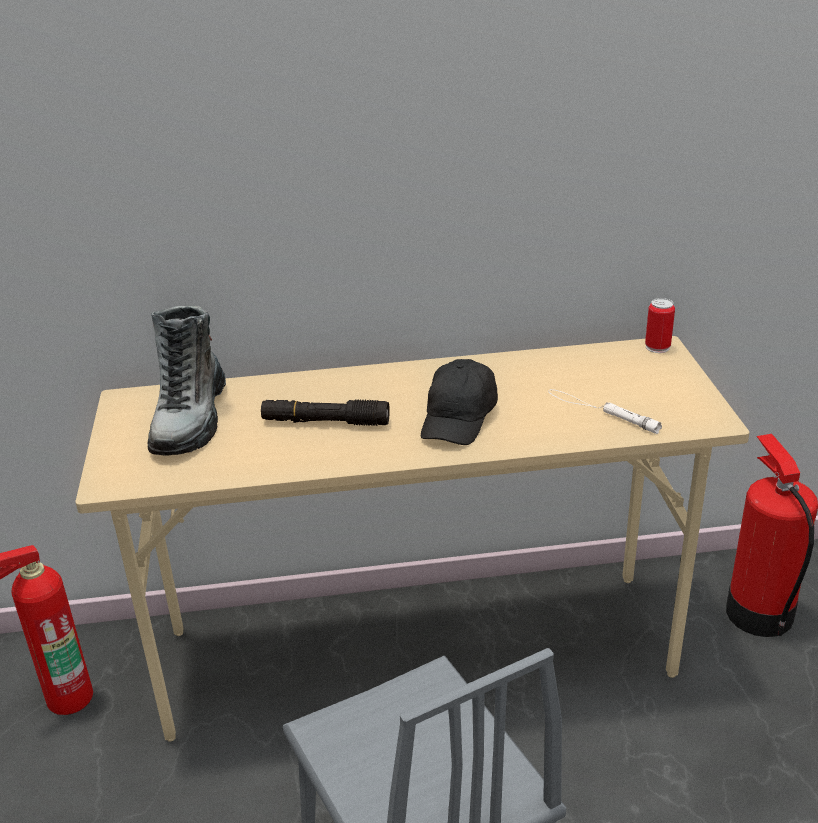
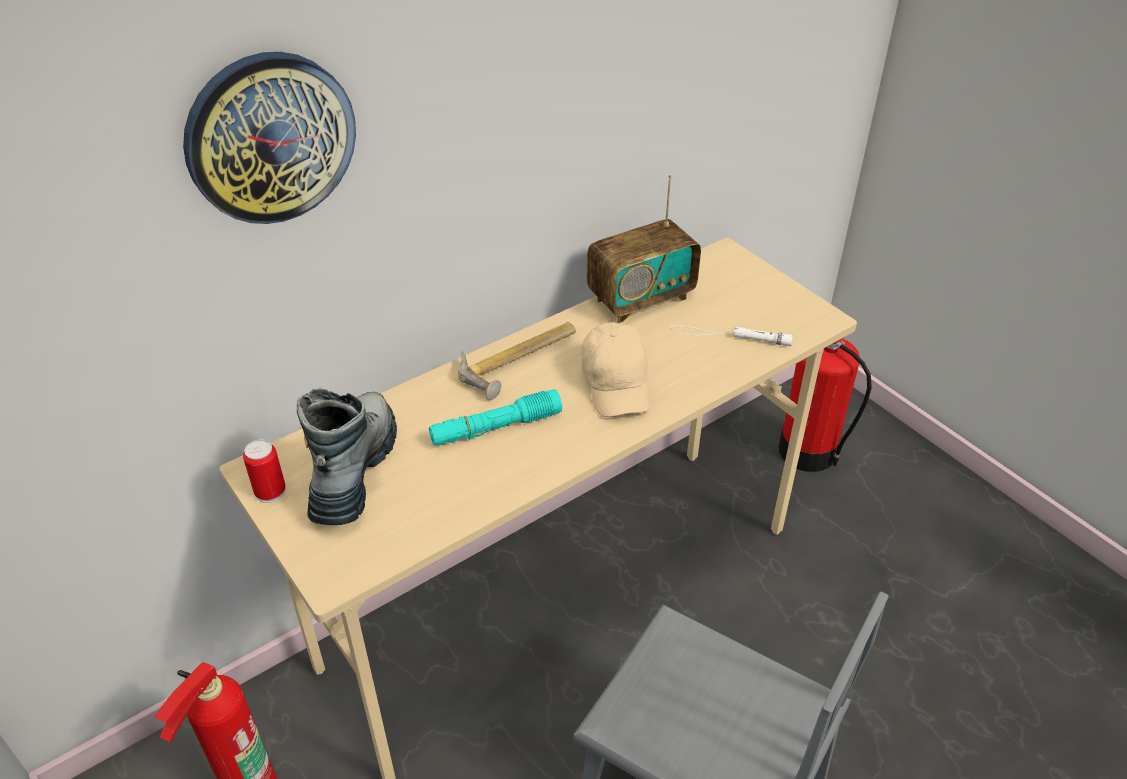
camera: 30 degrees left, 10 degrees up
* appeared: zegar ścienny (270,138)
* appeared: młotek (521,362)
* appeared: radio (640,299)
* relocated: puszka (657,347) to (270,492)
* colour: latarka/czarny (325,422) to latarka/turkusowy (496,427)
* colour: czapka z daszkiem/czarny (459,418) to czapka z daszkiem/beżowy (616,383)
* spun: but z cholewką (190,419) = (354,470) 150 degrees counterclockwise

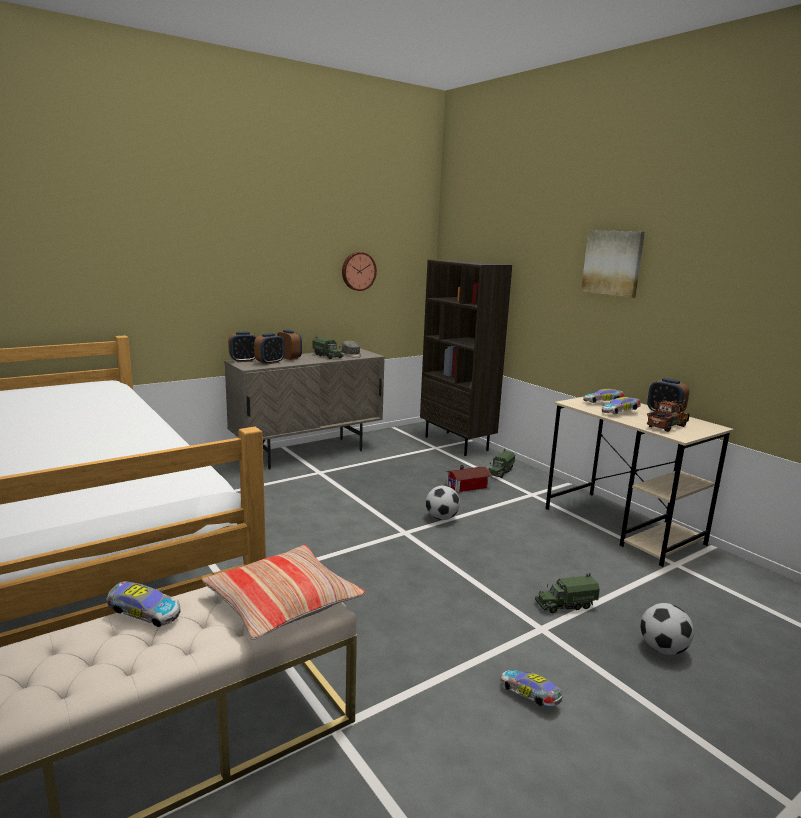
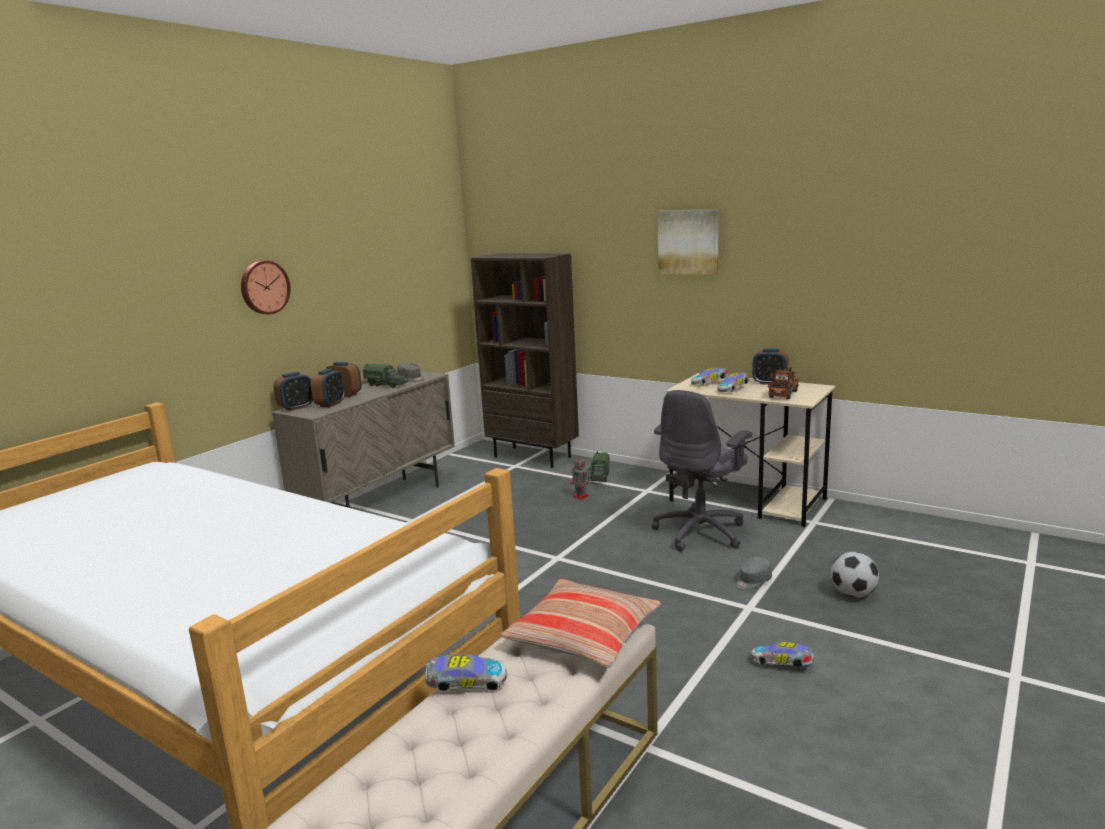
camera: 20 degrees left, 0 degrees up
* missing: piłka futbolowa (441,518)
* appeared: krzesło biurowe/szary (701,532)
* relocated: zegar ścienny (358,271) to (264,287)
* exchanged: domek (469,486) to robot zabawkowy (581,497)
* exchanged: ciężarówka zabawkowa (565,604) to czapka z daszkiem/szary (752,581)

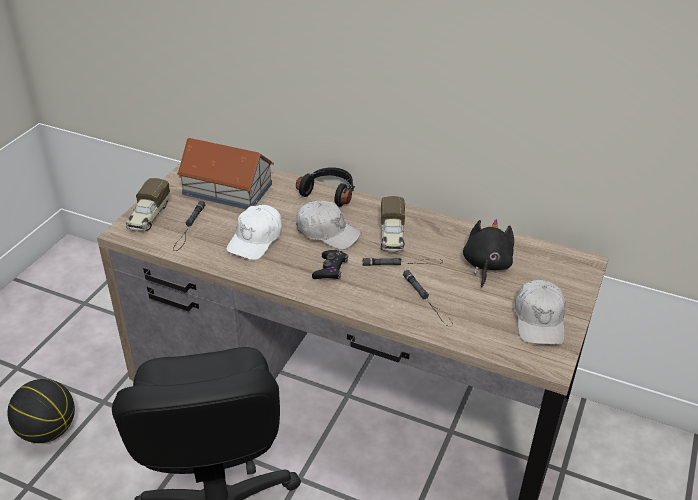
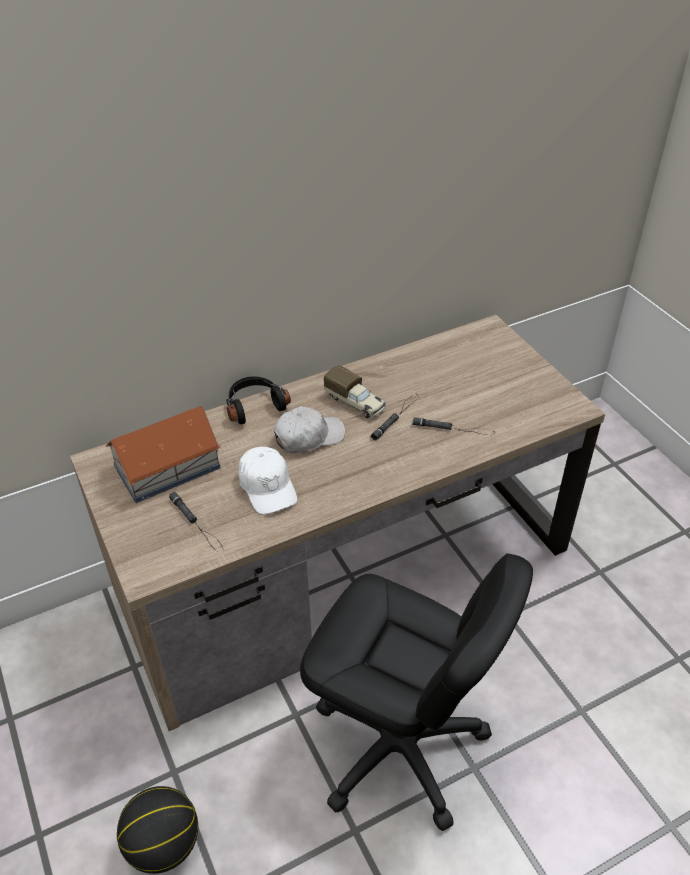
camera: 50 degrees left, 5 degrees up
* missing: ciężarówka zabawkowa (148,216)
* missing: pad do gier/czarny (330,269)
* missing: pluszak/czarny (486,265)
* missing: czapka z daszkiem/biały (539,320)

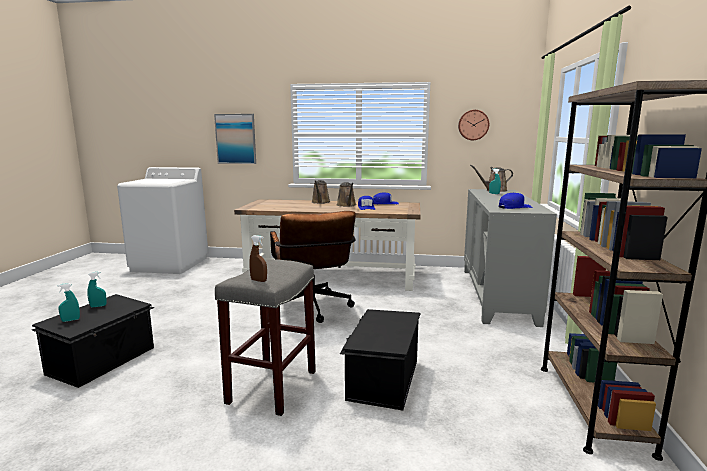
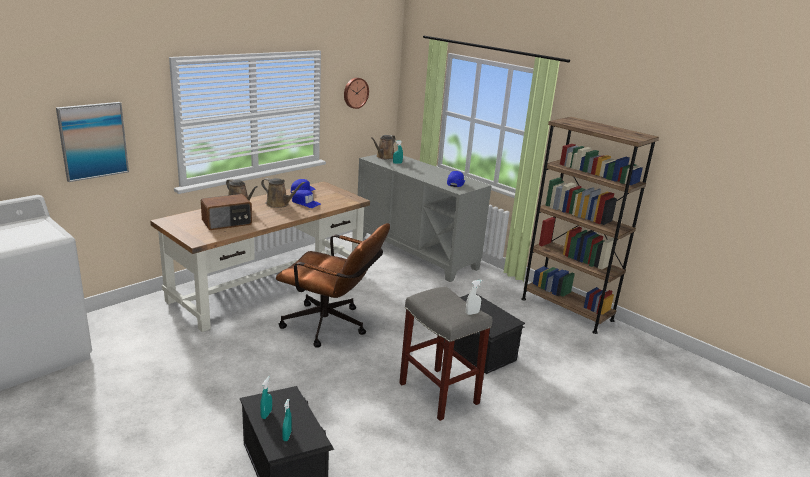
camera: 55 degrees left, 10 degrees up
* appeared: radio (227,223)
* colour: spryskiwacz/brązowy (259,280) to spryskiwacz/biały (472,313)

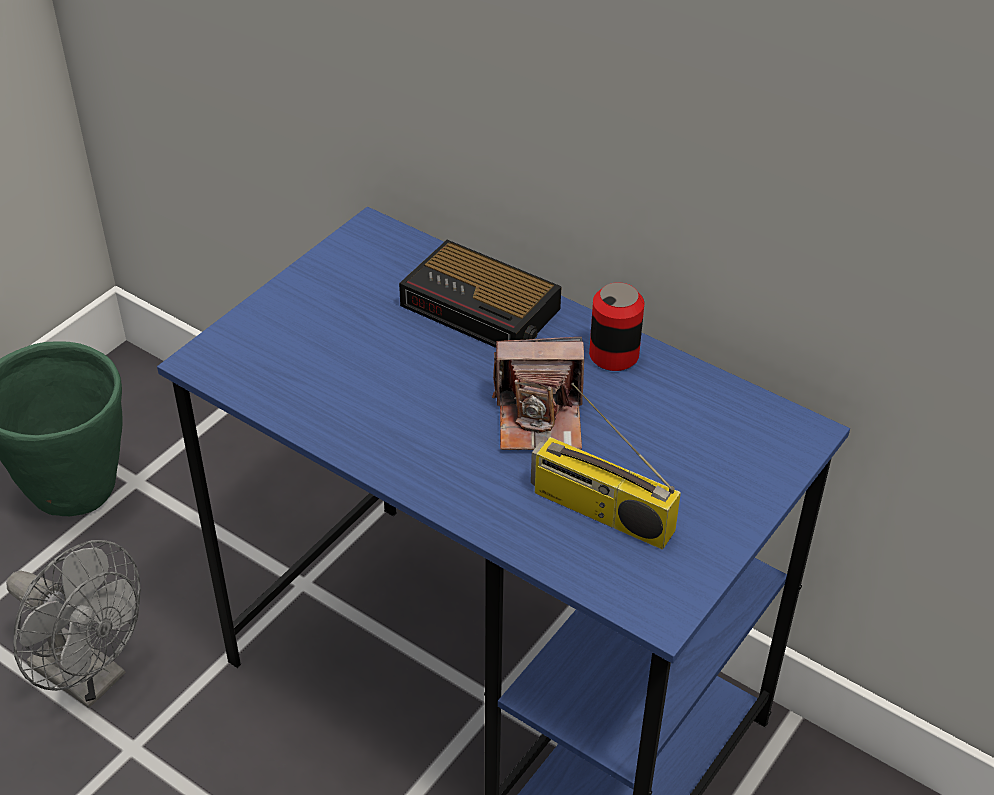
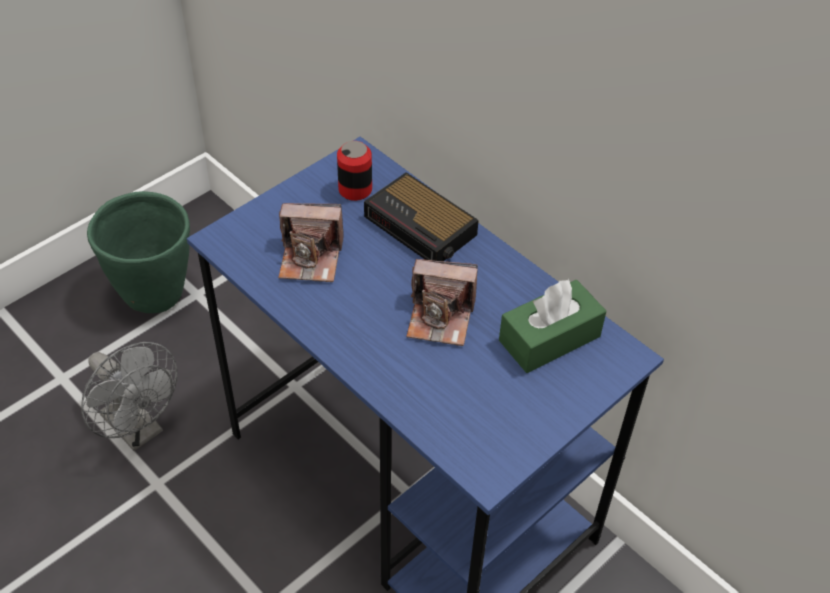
camera: 10 degrees right, 5 degrees up
* missing: radio (599,512)
* appeared: aparat fotograficzny (311,258)
* appeared: pudełko chusteczek/zielony (549,338)
* relocated: puszka (614,355) to (355,189)

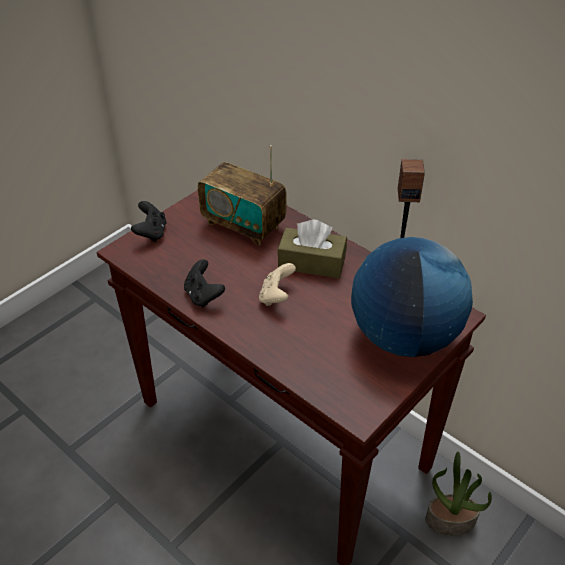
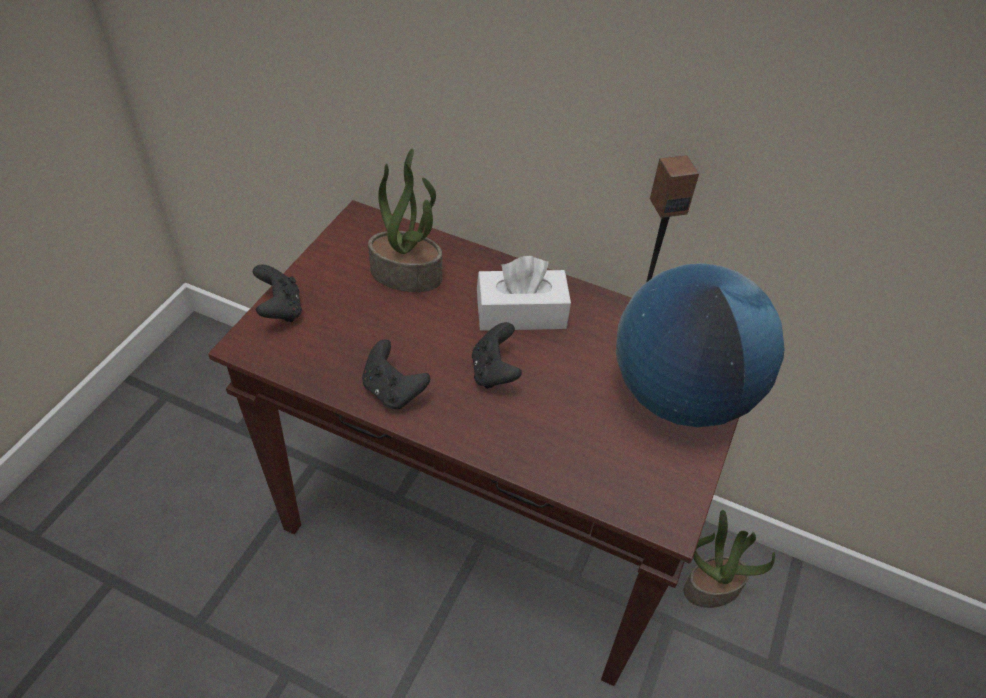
camera: 20 degrees left, 5 degrees up
* exchanged: radio (243,225) to roślina doniczkowa (407,274)
* colour: pad do gier/beżowy (276,296) to pad do gier/czarny (494,372)
* colour: pudełko chusteczek/brązowy (311,263) to pudełko chusteczek/biały (521,313)

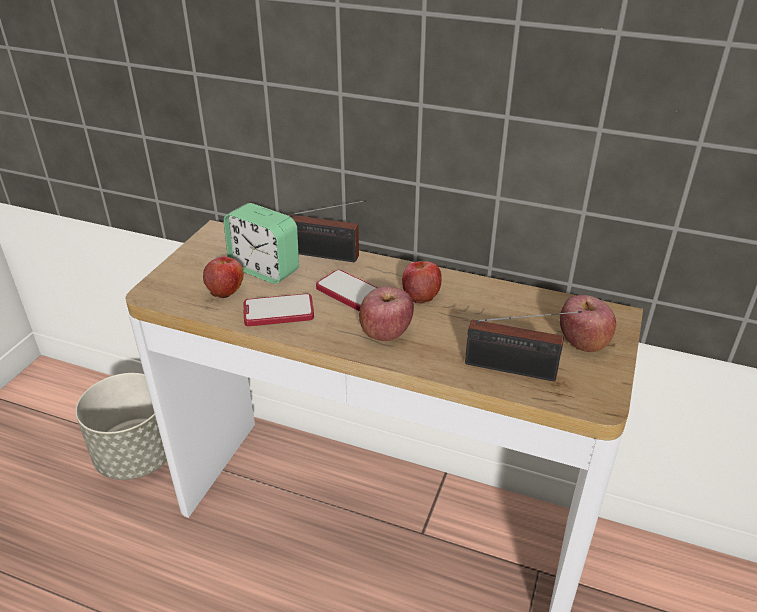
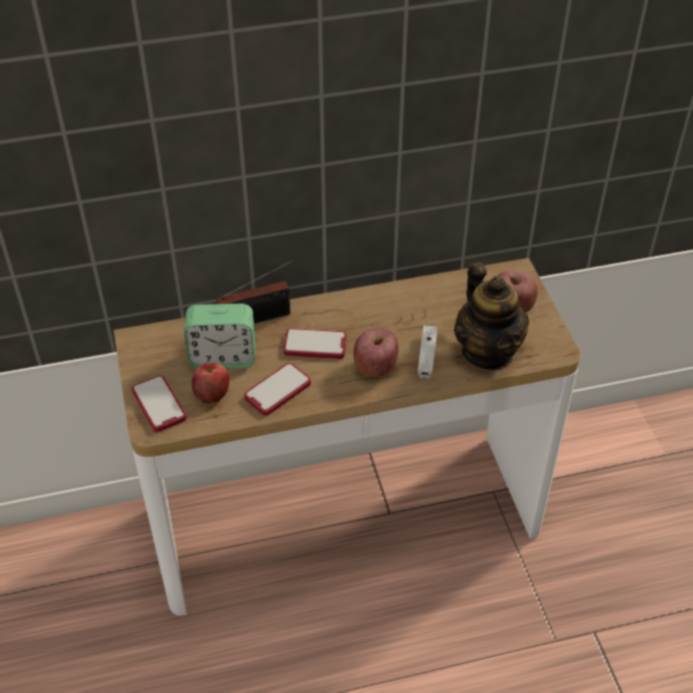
camera: 35 degrees left, 10 degrees up
* missing: donica/szary (137,455)
* missing: jabłko (420,294)
* appeared: telefon (159,405)
* appeared: pad do gier/biały (427,356)
* exchanged: radio (515,370) to imbryk (488,351)

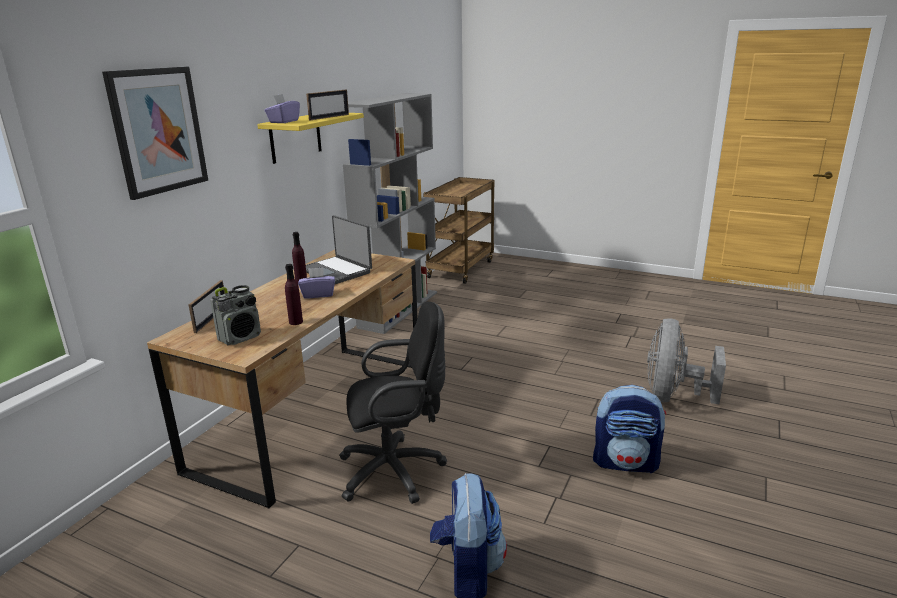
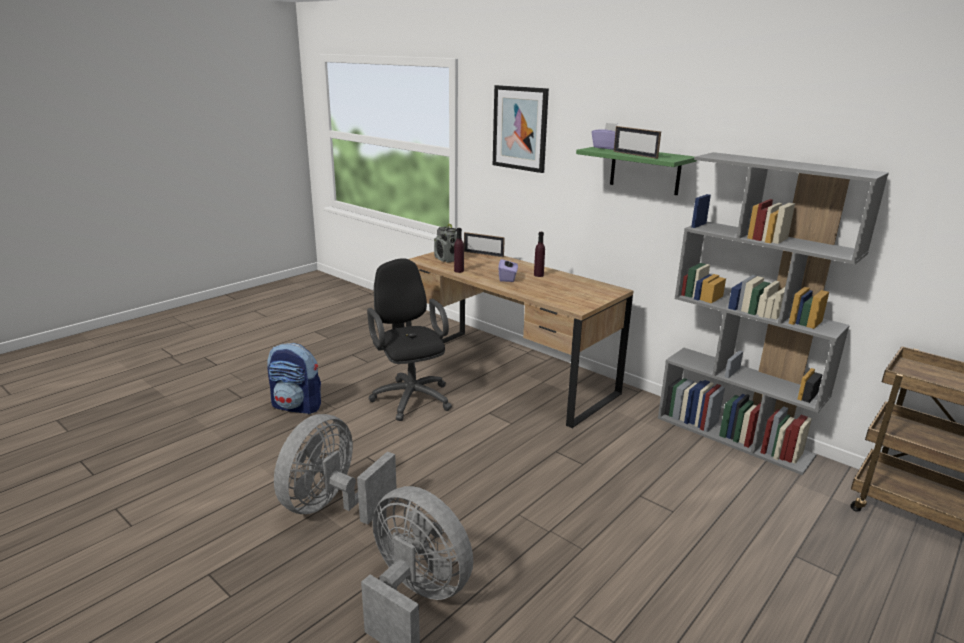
camera: 105 degrees right, 0 degrees up
* missing: laptop (337,271)
* exchanged: plecak (626,462) to wentylator/szary (332,506)
* colour: półka/żółty (295,137) to półka/zielony (645,170)
* spun: krzesło biurowe/czarny (397,471) = (410,396) 150 degrees clockwise

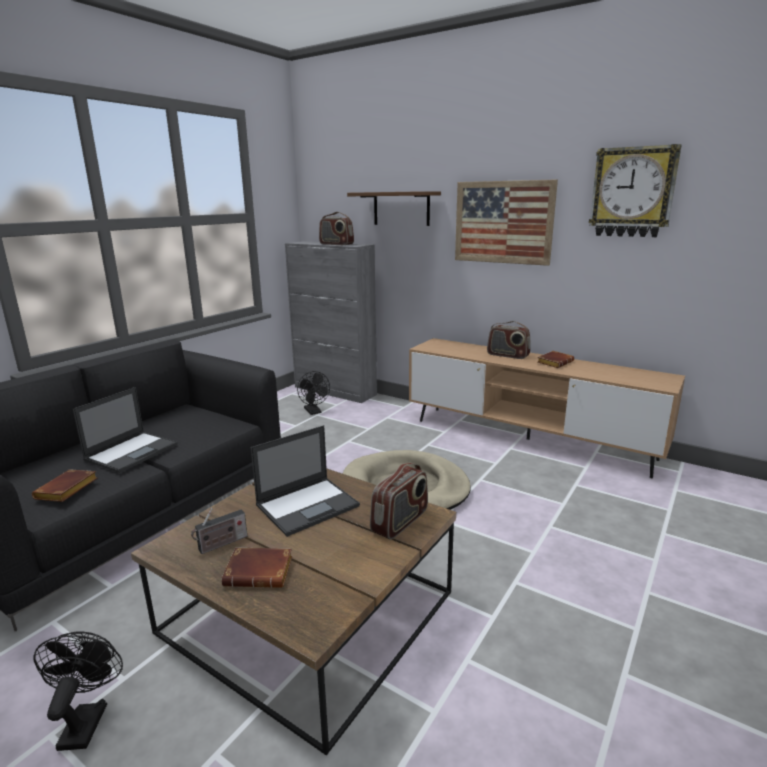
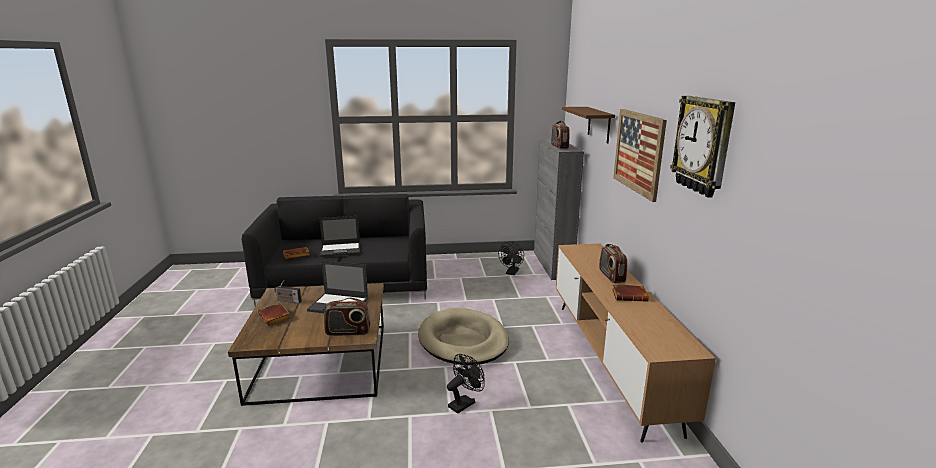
camera: 50 degrees right, 0 degrees up
* relocated: wentylator/czarny (86,719) to (464,403)

